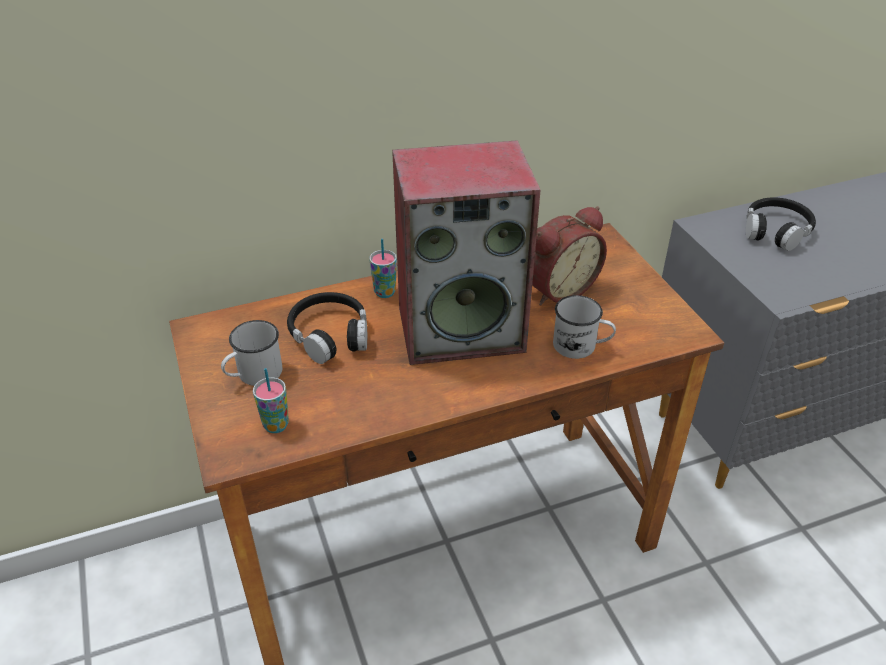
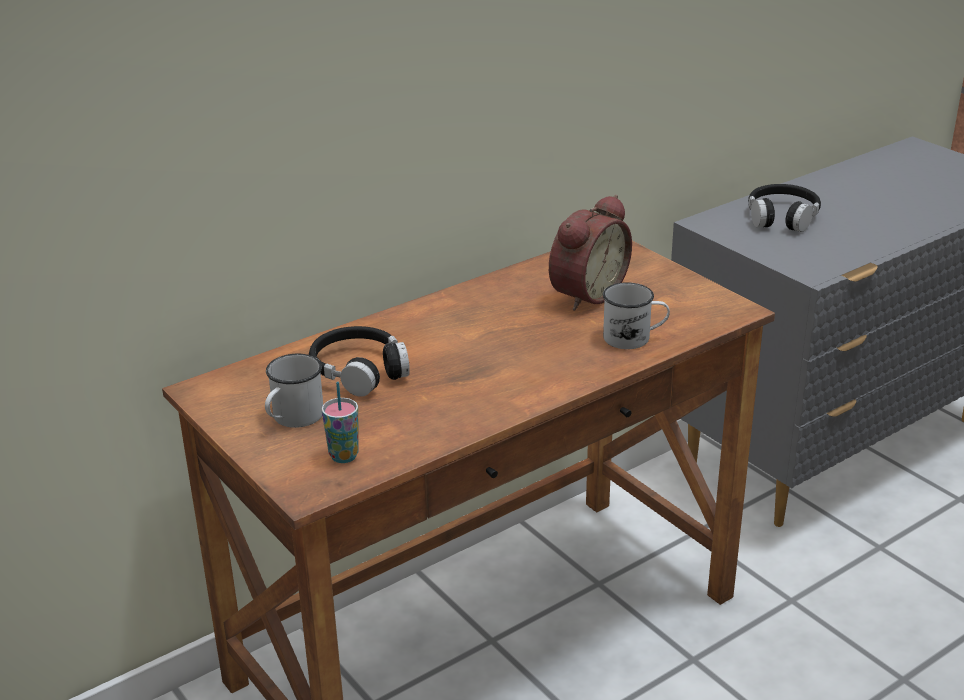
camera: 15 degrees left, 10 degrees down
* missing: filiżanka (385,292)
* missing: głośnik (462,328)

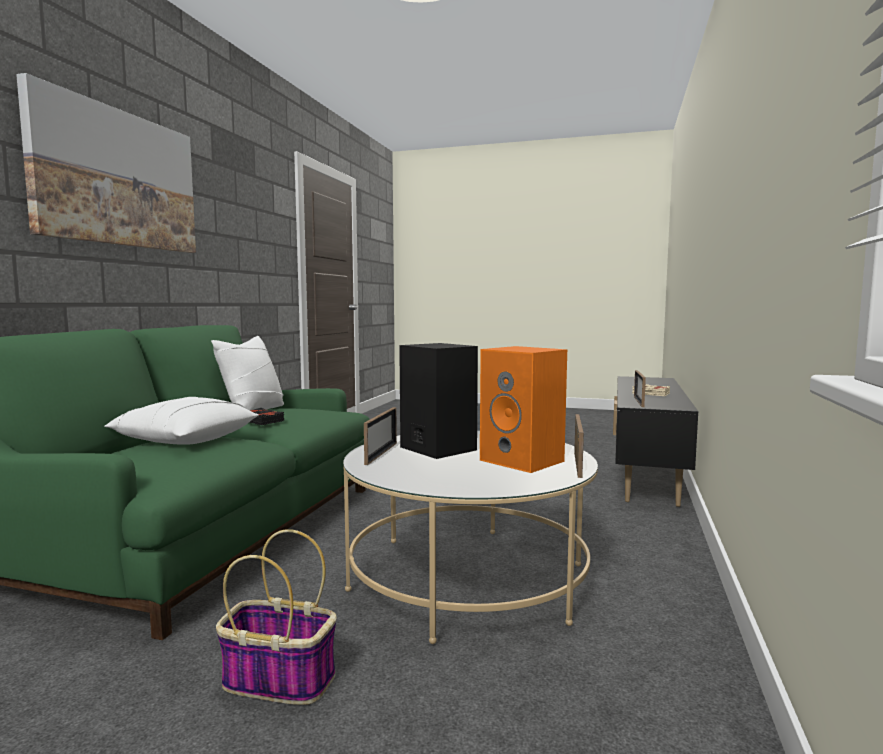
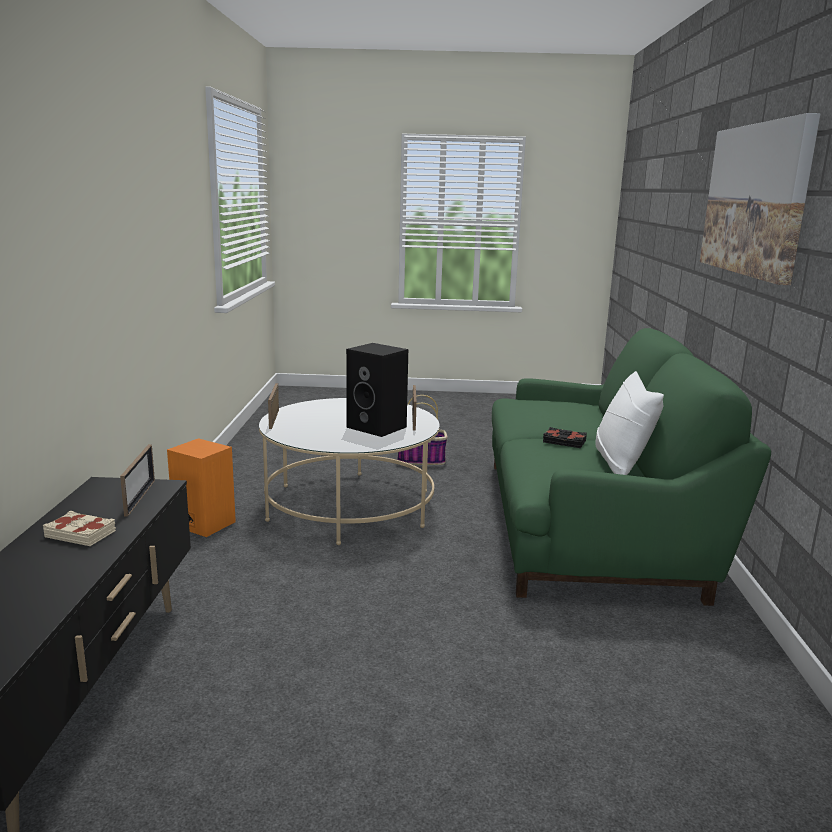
camera: 165 degrees right, 10 degrees up
* missing: poduszka/biały (186,439)
* relocated: głośnik/pomarańczowy (524,461) to (202,524)

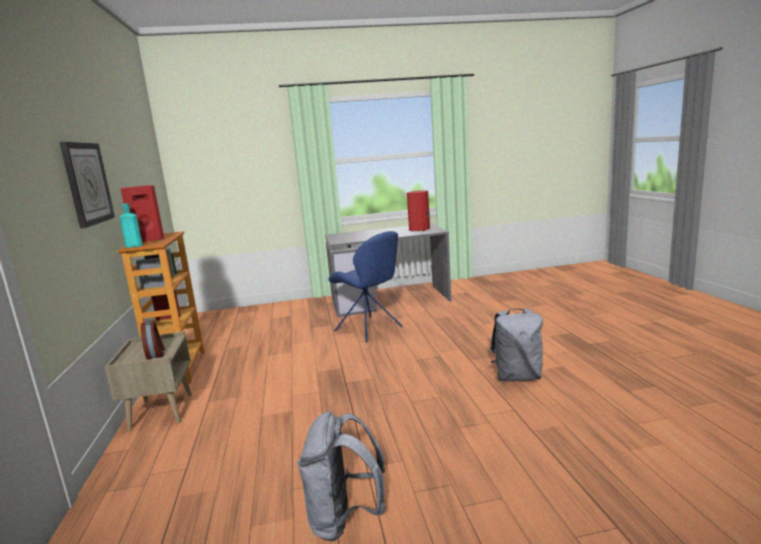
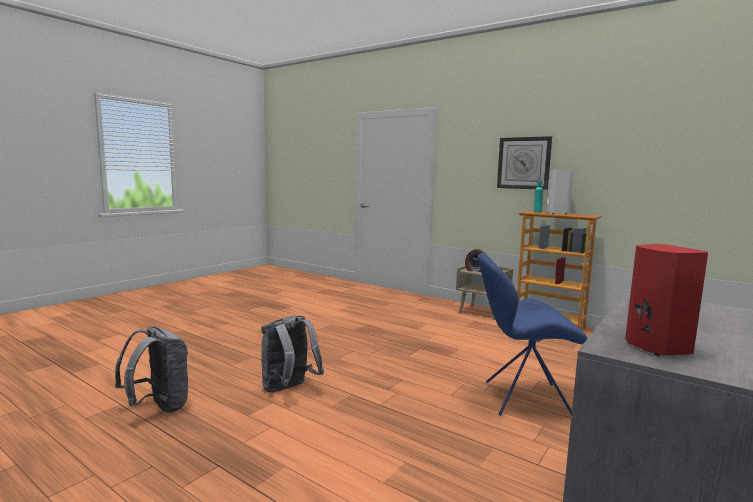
camera: 135 degrees right, 5 degrees down
* relocated: plecak/szary (345,519) to (158,407)
* colour: głośnik/czerwony (147,241) to głośnik/biały (558,213)

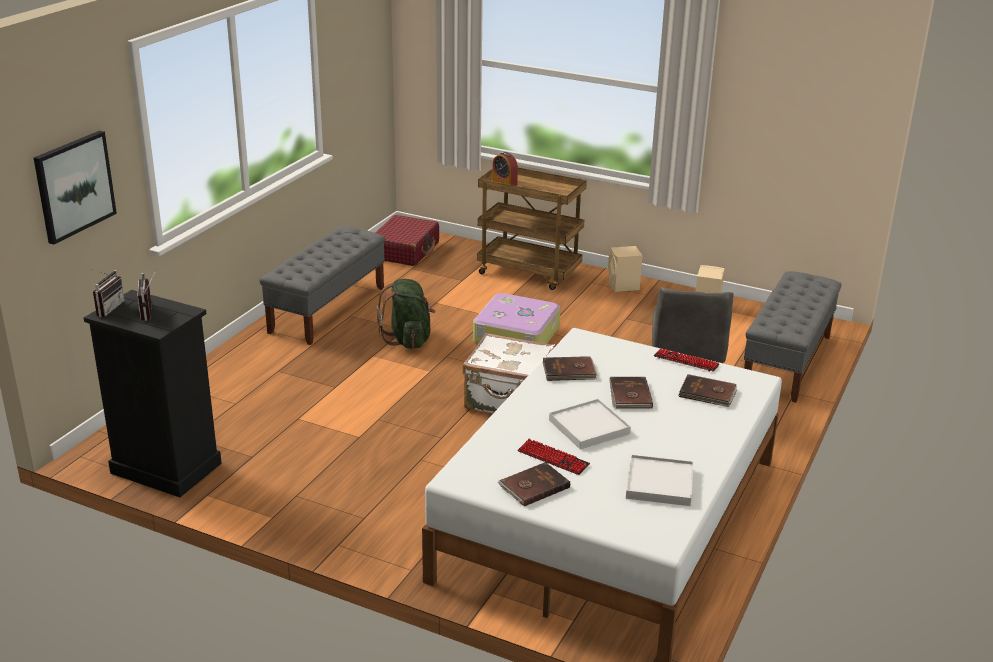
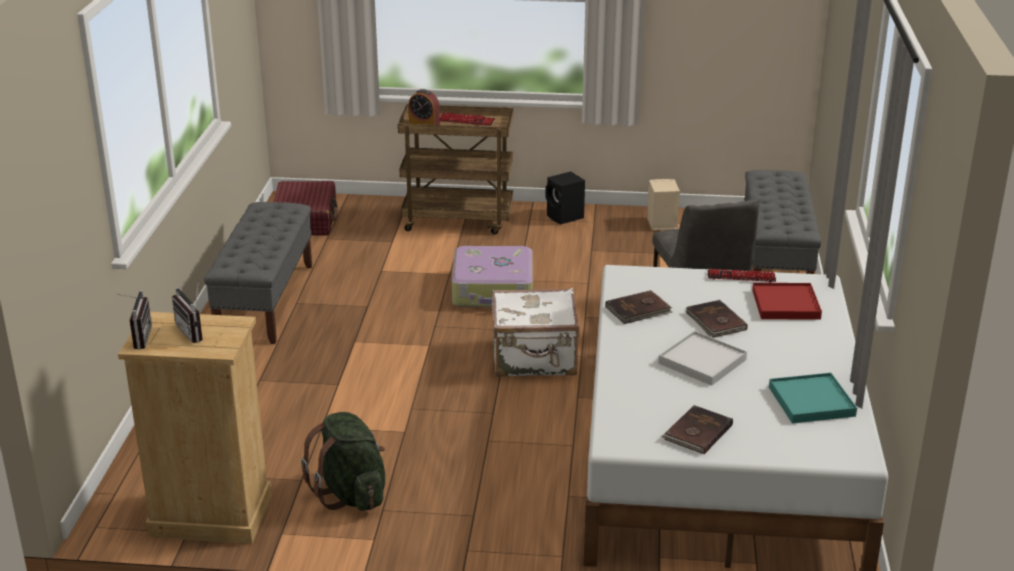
camera: 20 degrees left, 0 degrees up
* missing: obraz (74,186)
* relocated: plecak/zielony (408,339) to (351,494)
* relocated: klawiatura (553,458) to (466,120)
* exchanged: książka/brązowy (707,393) to taca/czerwony (786,305)
* colour: komoda/czarny (165,468) to komoda/beżowy (210,516)
* colour: głośnik/beżowy (623,286) to głośnik/czarny (565,217)
* colour: taca/biały (659,483) to taca/turkusowy (811,402)

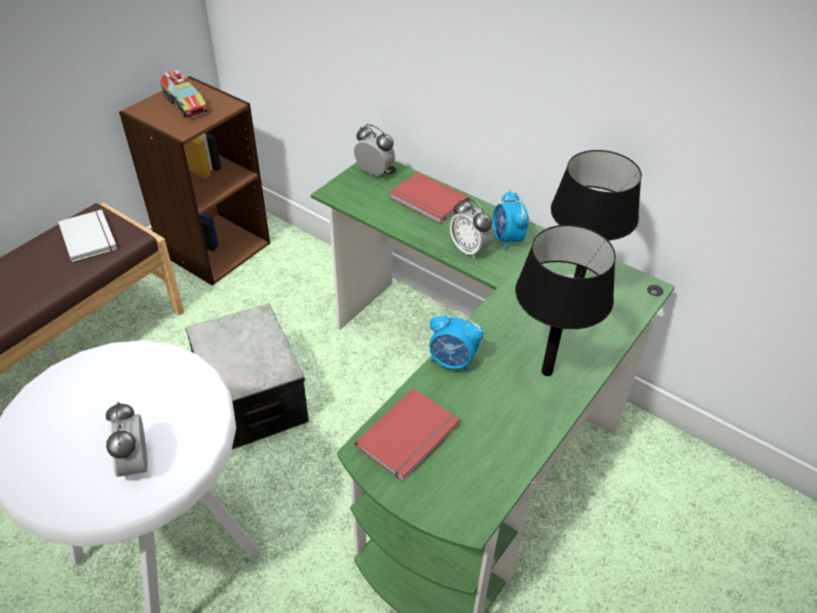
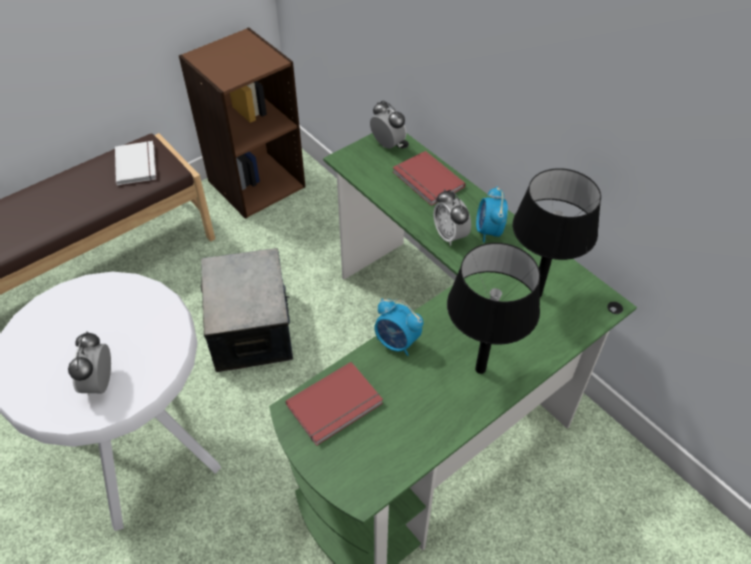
camera: 15 degrees right, 5 degrees up
* missing: ciężarówka zabawkowa (185,104)

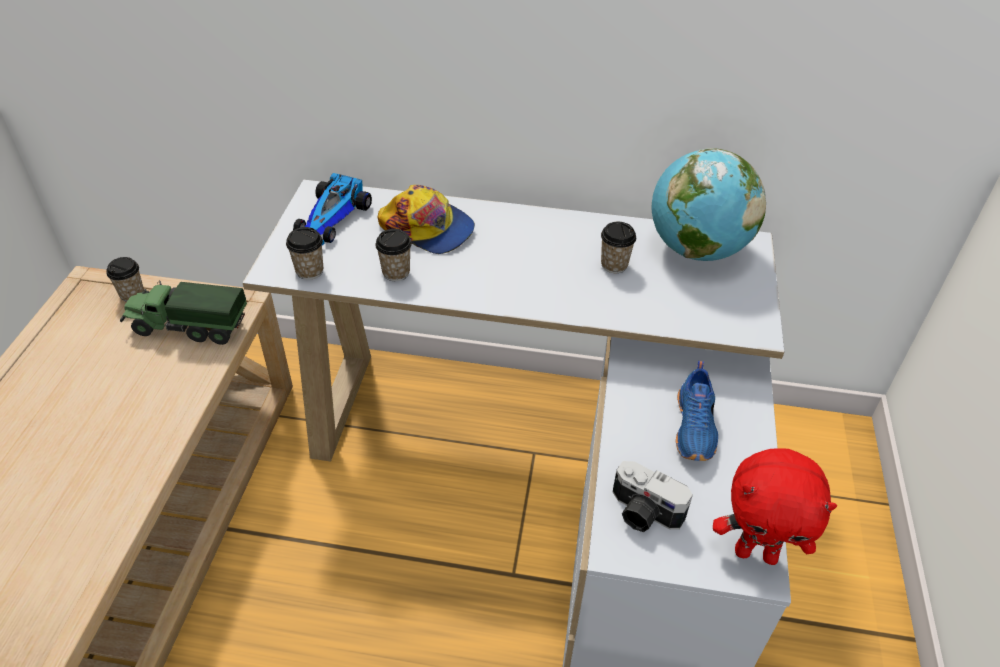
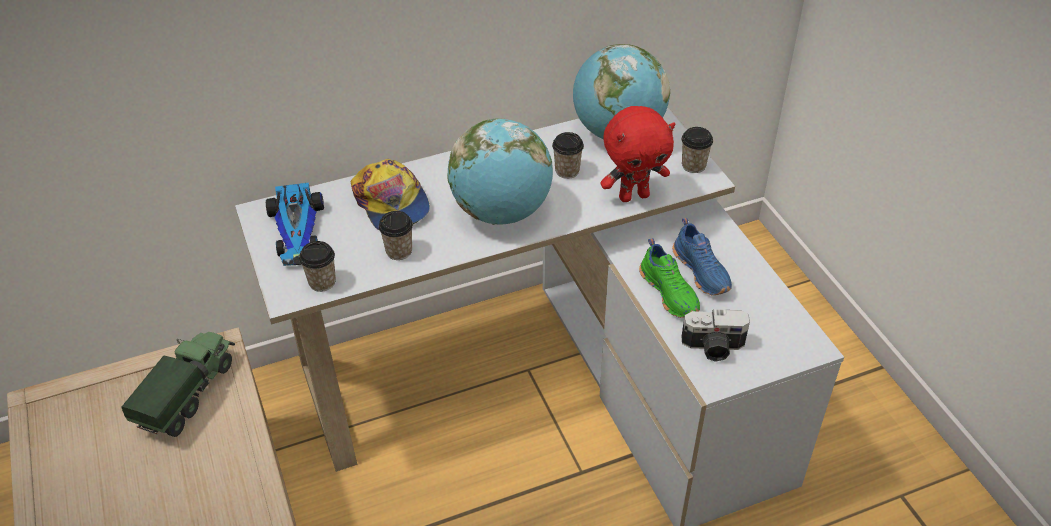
camera: 30 degrees left, 0 degrees up
* appeared: globus (502,212)
* appeared: but/zielony (670,292)
* relocated: filiżanka (132,294) to (693,165)
* relocated: pluszak/czerwony (756,553) to (634,196)
* spun: ciężarówka zabawkowa (188,327) = (188,394) 135 degrees clockwise
* spun: czapka z daszkiem (428,228) = (391,203) 60 degrees clockwise

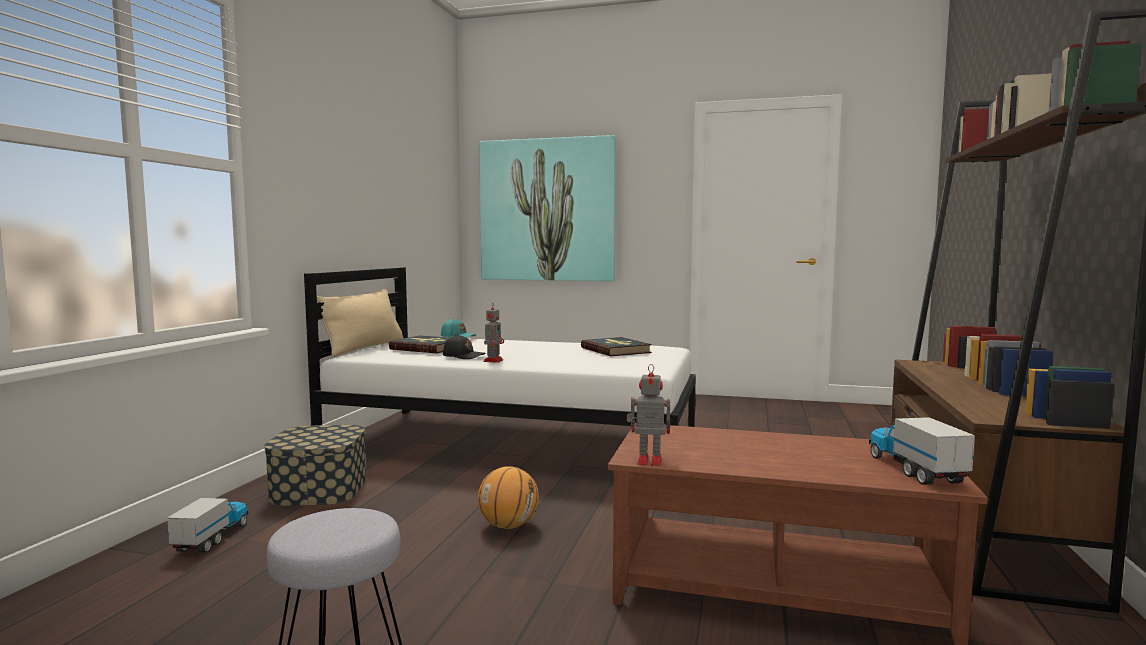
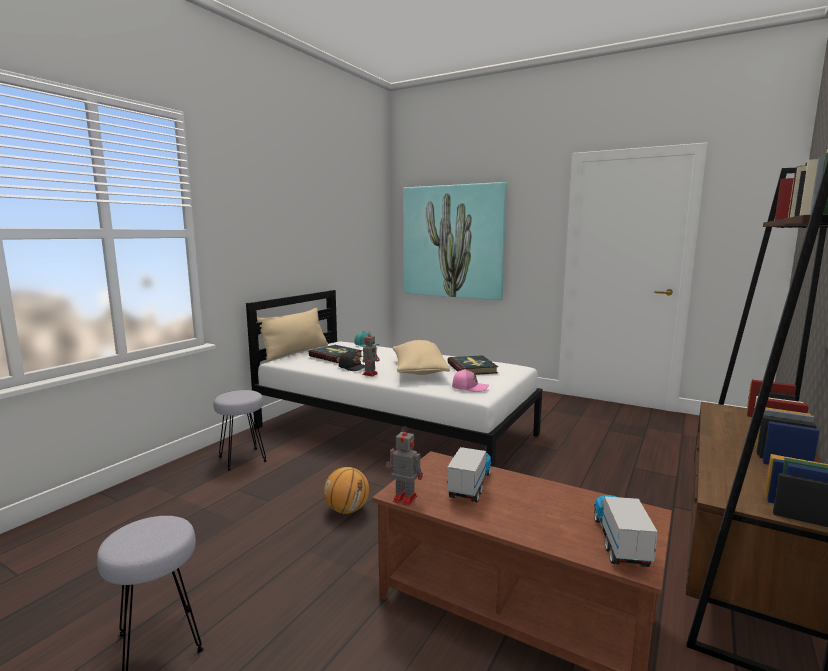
camera: 15 degrees right, 5 degrees up
* appeared: poduszka/beżowy (418,371)
* appeared: czapka z daszkiem/różowy (469,387)
* relocated: ciężarówka zabawkowa (212,538) to (470,485)
* exchanged: pojemnik do przechowywania (319,489) to stołek/szary (242,459)

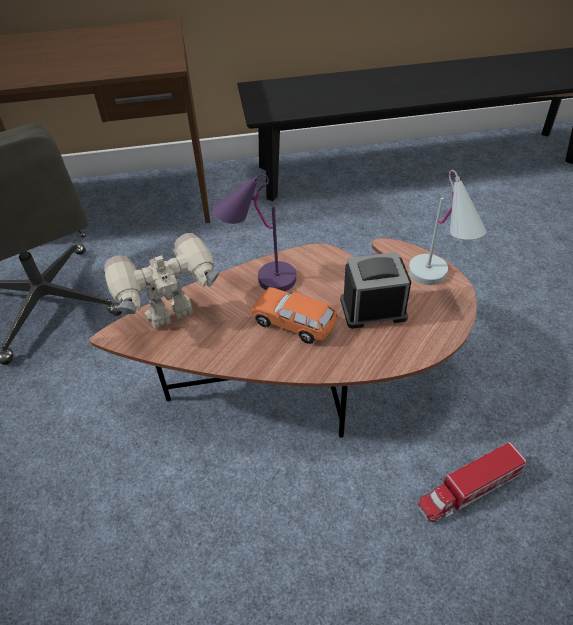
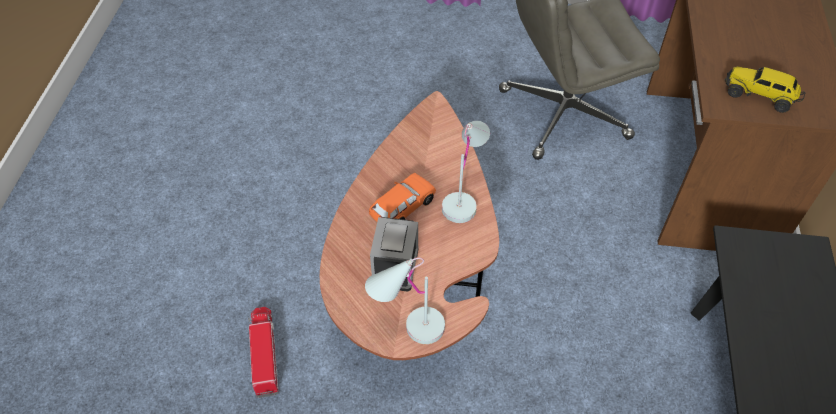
camera: 105 degrees right, 5 degrees up
* missing: robot zabawkowy (172,317)
* appeared: ciężarówka zabawkowa (759,96)
* colour: lampa stołowa/fioletowy (259,278) to lampa stołowa/biały (464,197)

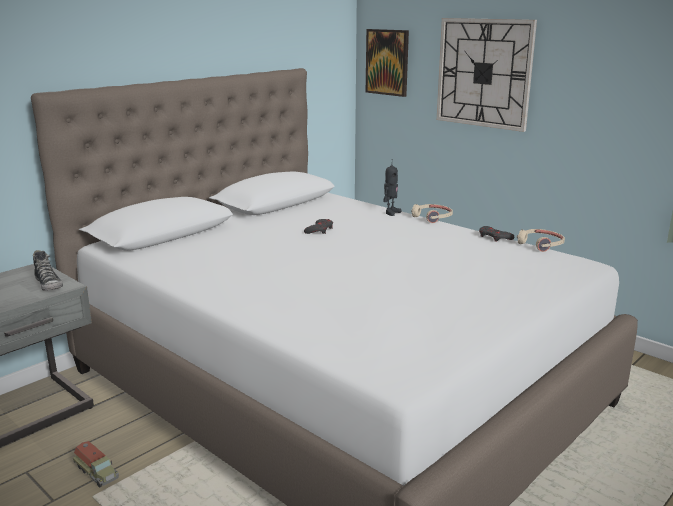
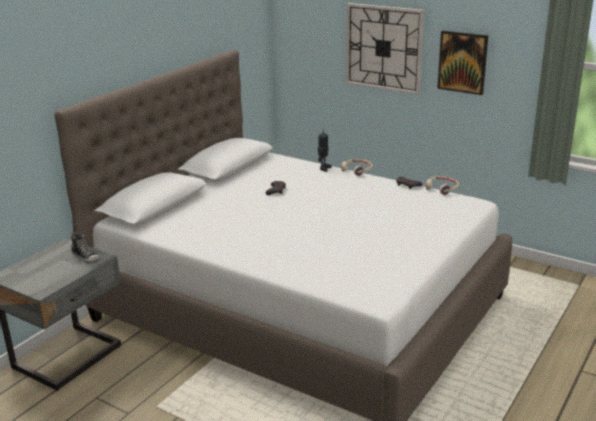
camera: 10 degrees left, 5 degrees up
* missing: ciężarówka zabawkowa (97,472)
* relocated: obraz (387,62) to (462,62)

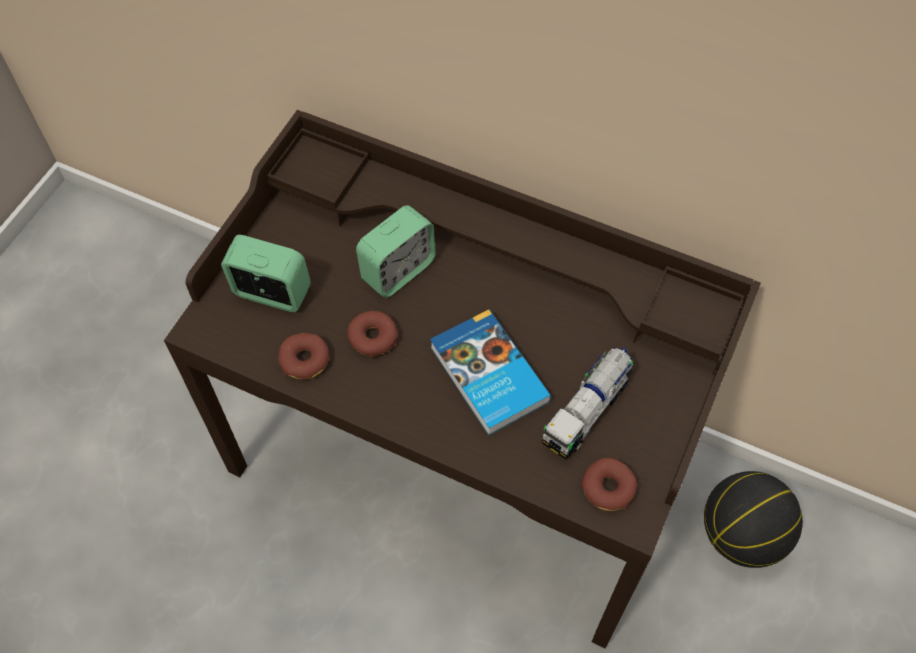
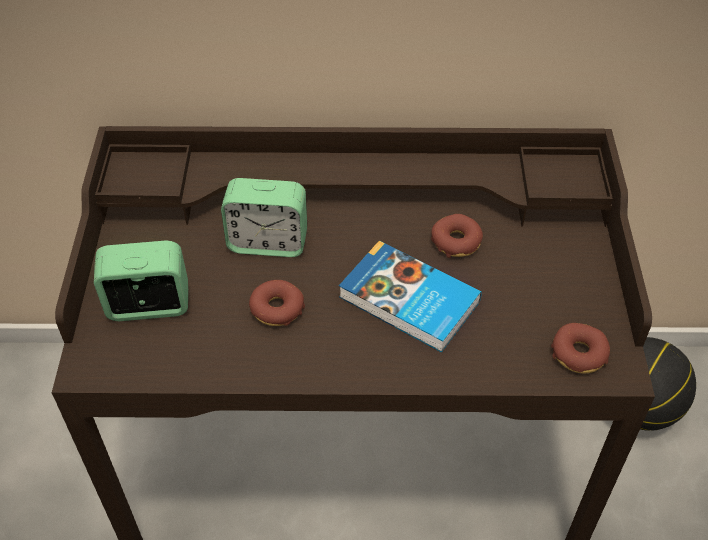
camera: 25 degrees left, 10 degrees down
* missing: ciężarówka zabawkowa (587,411)
* relocated: donut (305,360) to (456,241)
* spun: budzik (398,270) = (268,242) 75 degrees clockwise

